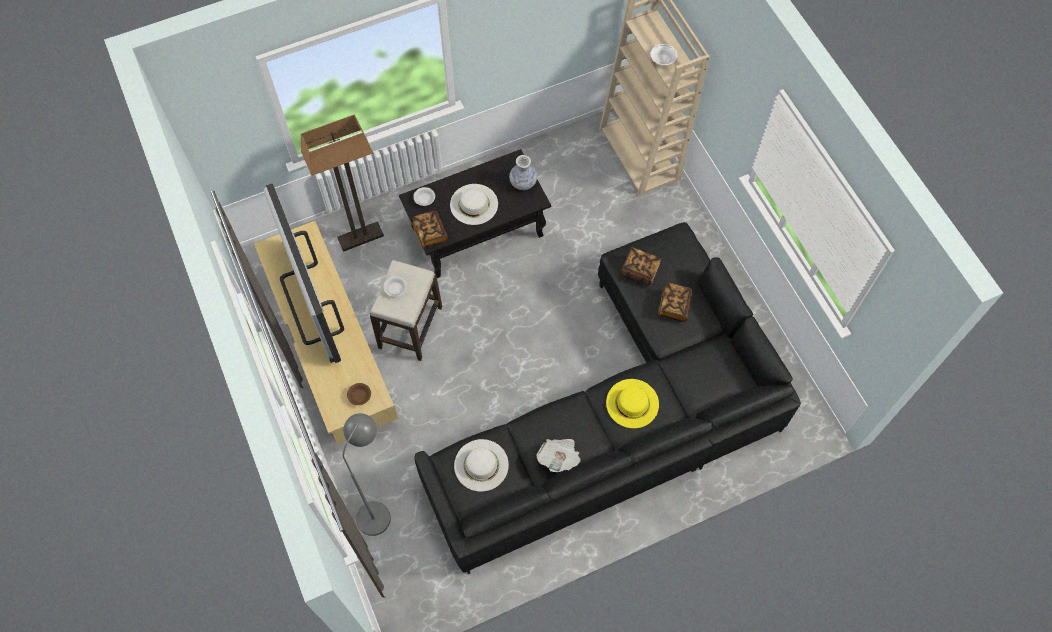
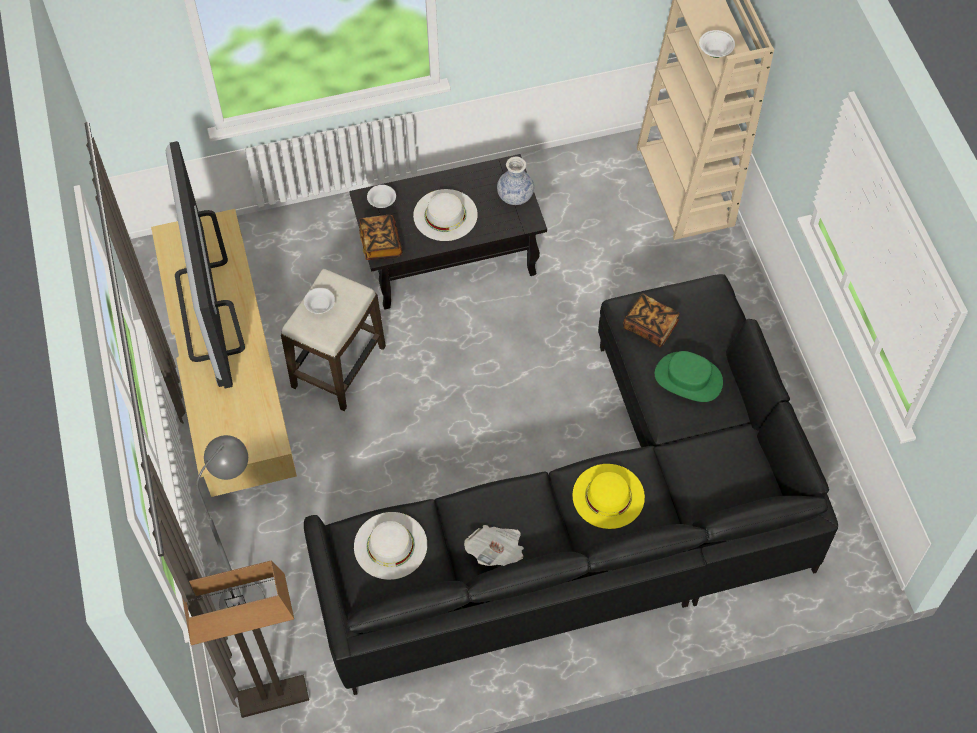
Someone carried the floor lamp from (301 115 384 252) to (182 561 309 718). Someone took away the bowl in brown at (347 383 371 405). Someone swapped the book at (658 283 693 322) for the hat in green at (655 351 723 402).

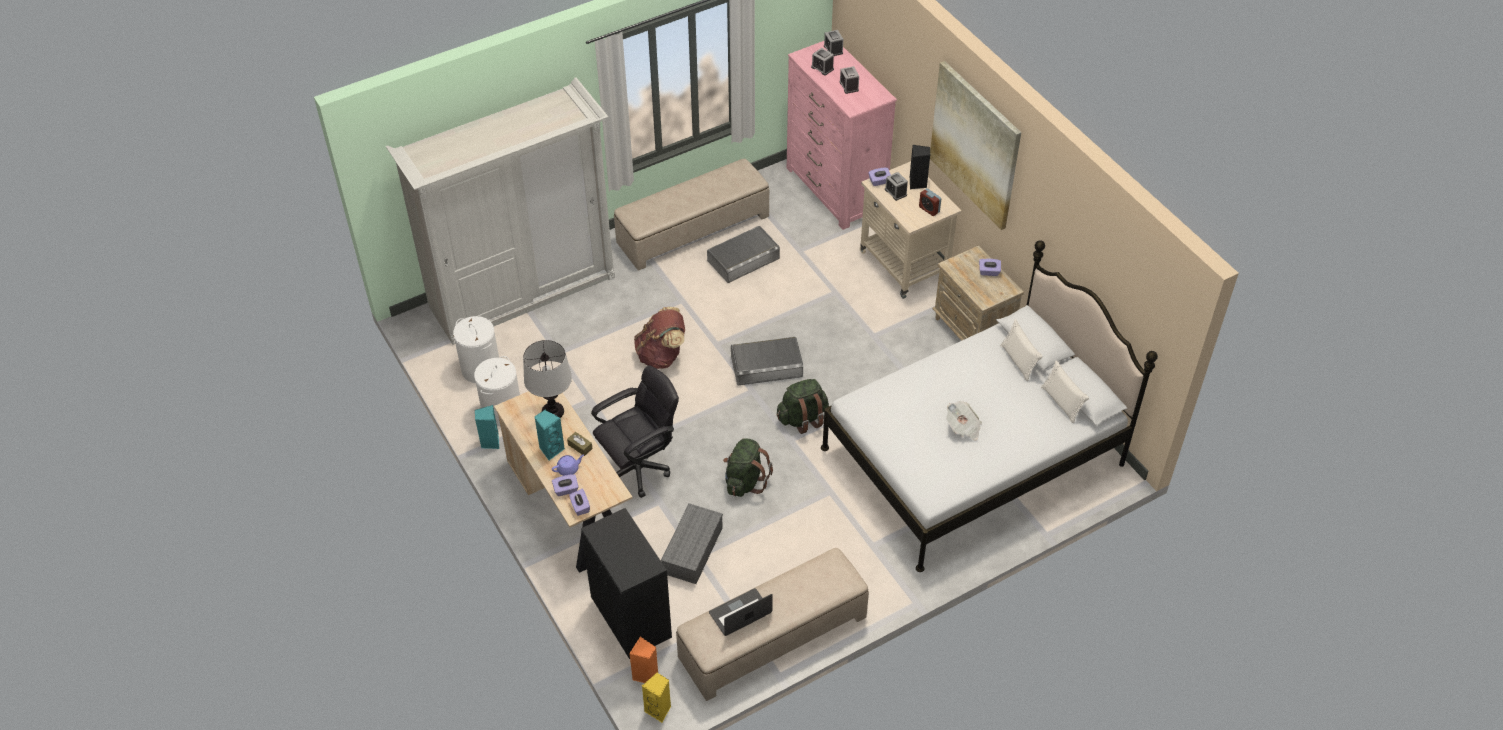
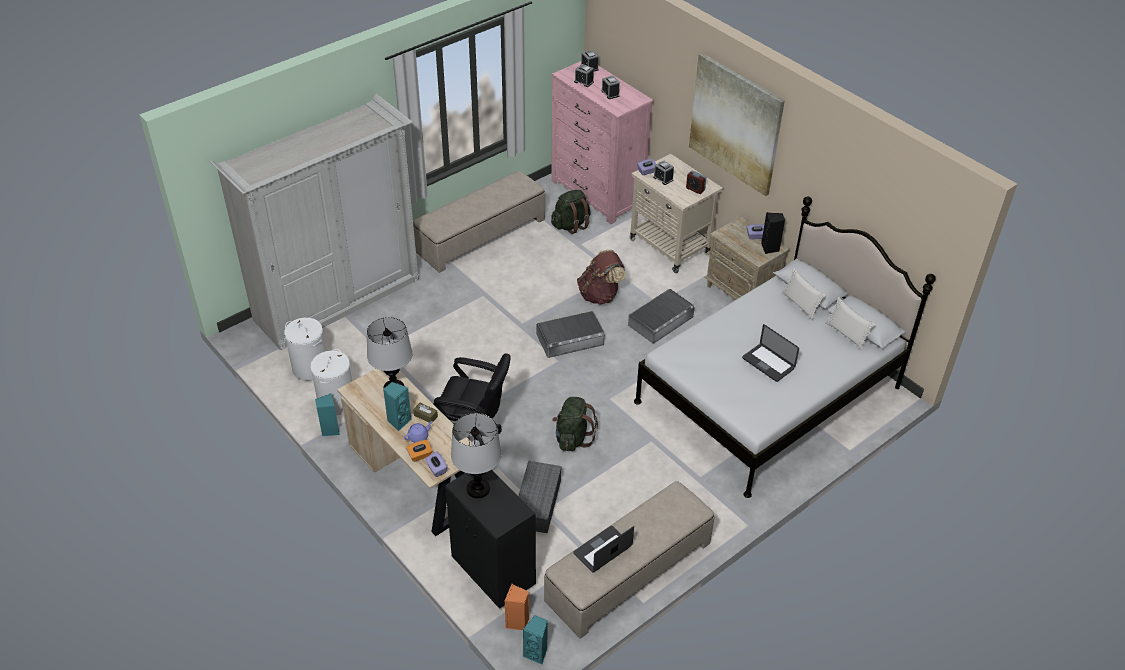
Someone repainted the tissue box in purple at (552 474 578 496), which became the tissue box in orange at (406 440 433 462). Someone rotated the office chair in black at (591 365 679 498) by 60 degrees clockwise. Someone carried the backpack in brown from (634 307 685 369) to (577 250 626 304). Someone repainted the speaker in yellow at (642 673 671 722), which became the speaker in turquoise at (523 615 548 665). Someone carried the storage box in grey from (707 226 780 283) to (628 289 695 344). Someone carried the backpack in green from (777 379 829 434) to (551 190 591 234). Someone carried the speaker in black from (910 145 930 189) to (761 212 785 254). Someone swapped the newspaper at (946 401 982 440) for the laptop at (742 324 799 382). Someone put down the table lamp at (451 413 502 498).

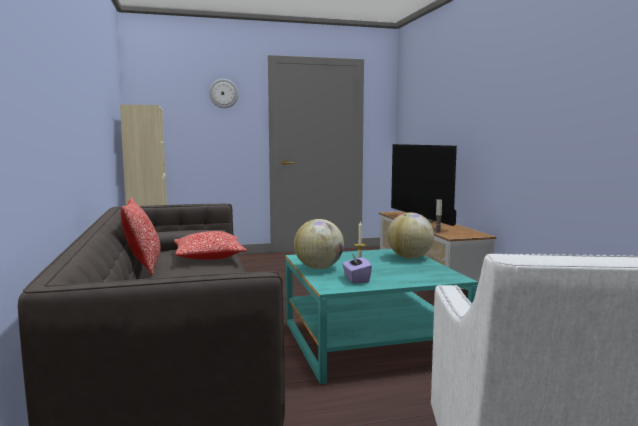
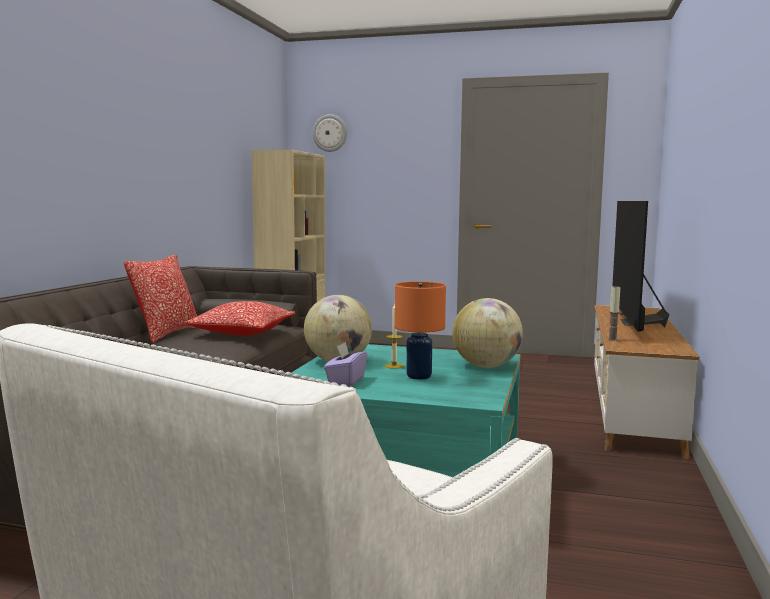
Someone carried the wall clock from (209 79 238 108) to (313 114 347 152). Someone put down the table lamp in orange at (395 281 446 380).

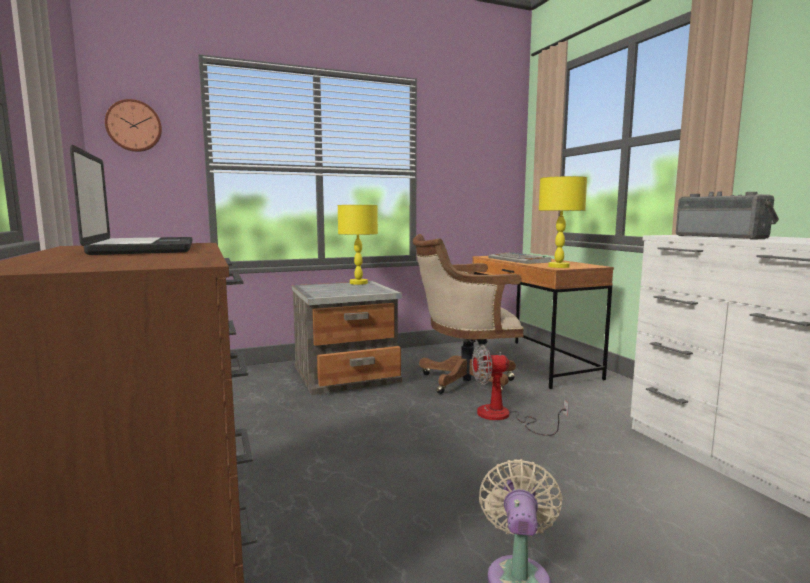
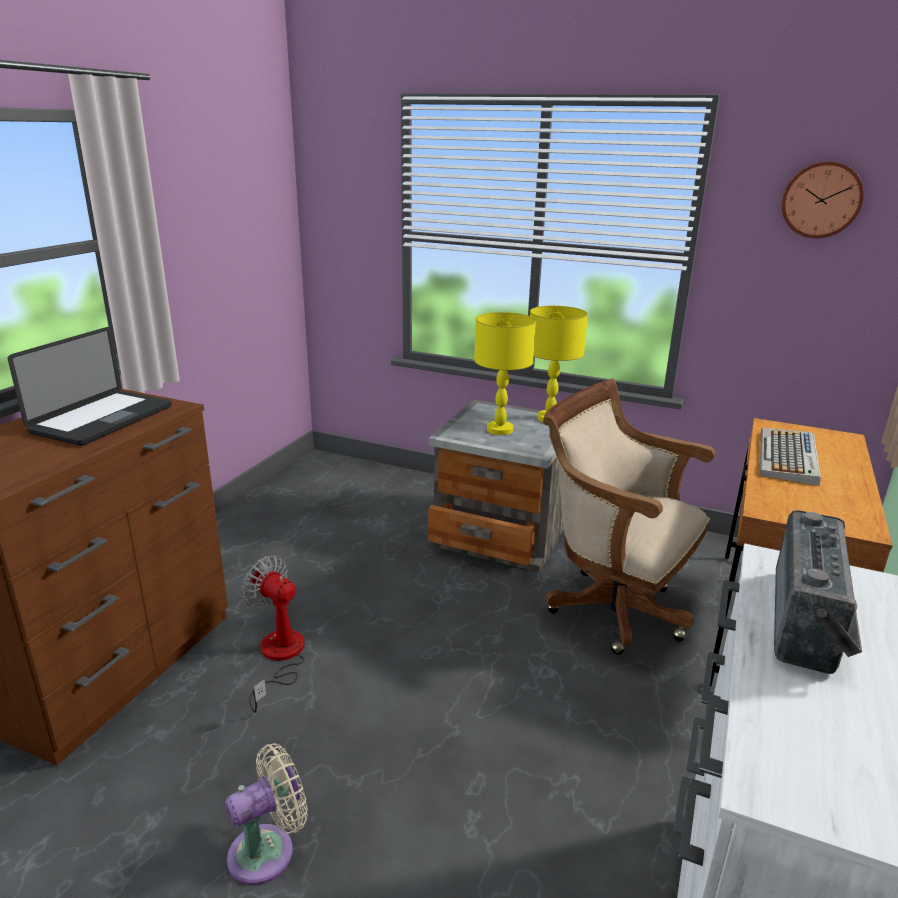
Someone carried the wall clock from (105 99 162 152) to (782 161 864 238). Someone carried the fan from (472 344 569 436) to (242 555 305 713). Someone carried the table lamp in yellow from (539 176 587 268) to (474 312 536 435).

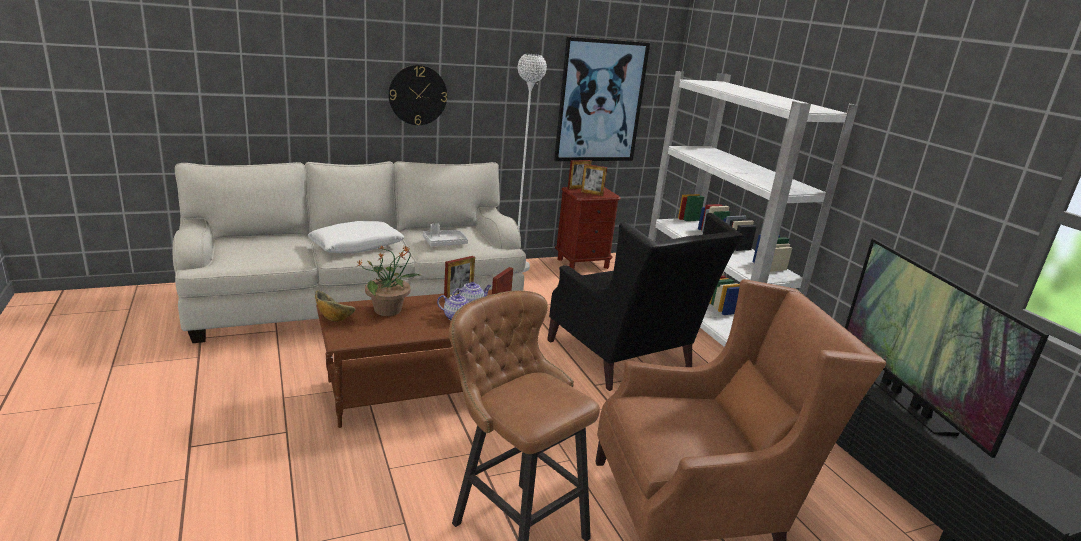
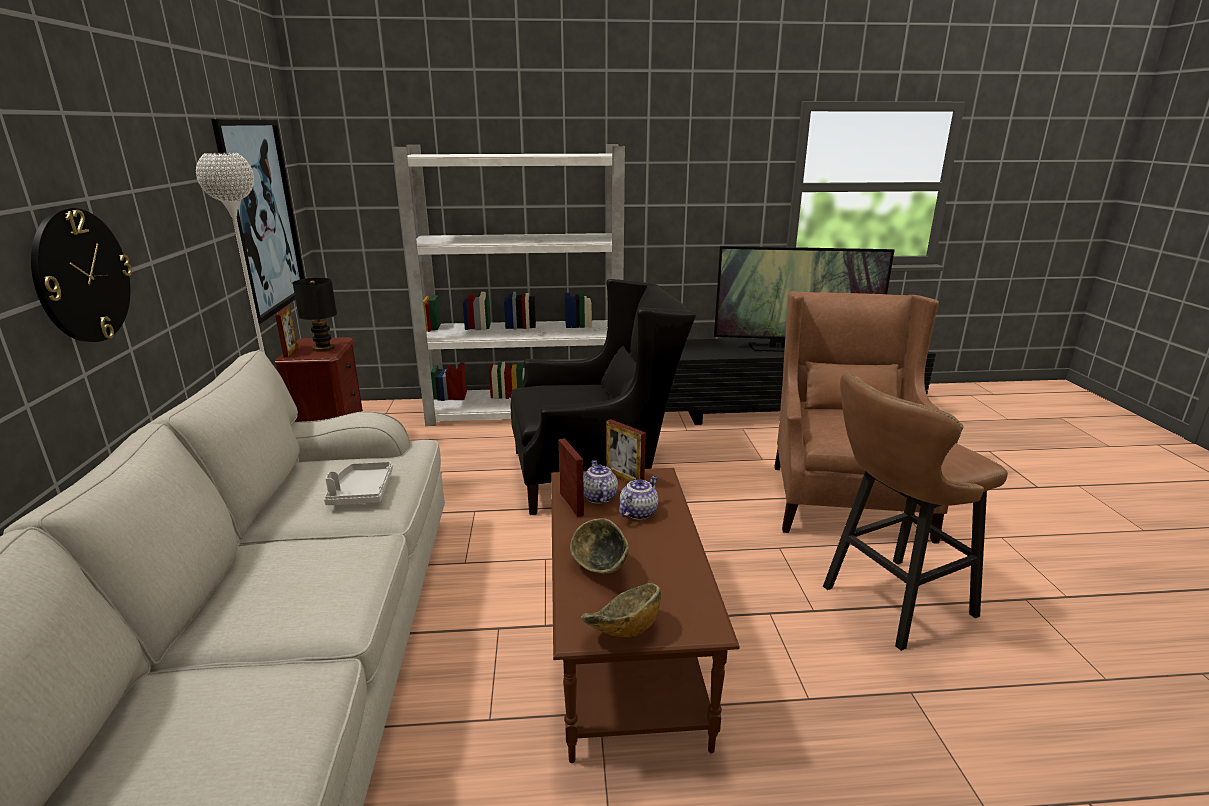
Someone took away the pillow in white at (308 221 405 254). Someone swapped the potted plant at (356 245 422 316) for the bowl at (570 518 629 574). Someone swapped the picture frame at (581 164 607 196) for the table lamp in black at (293 278 337 352).

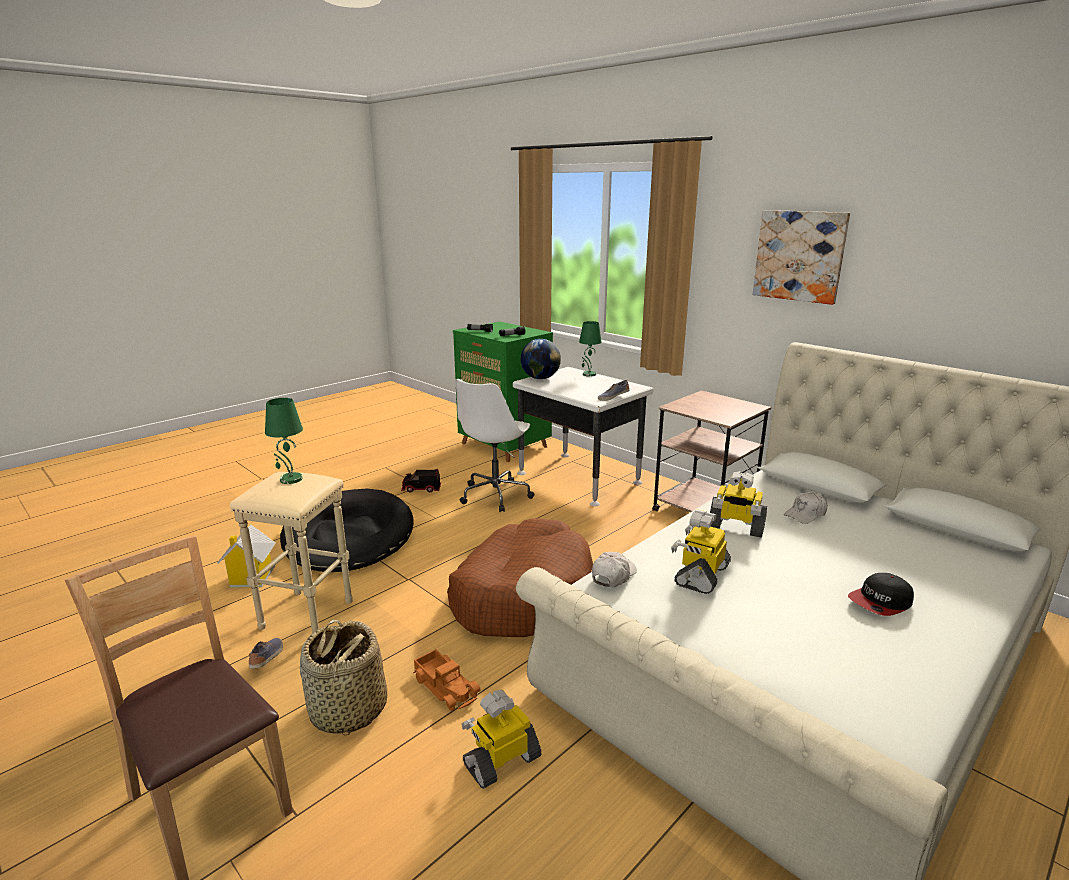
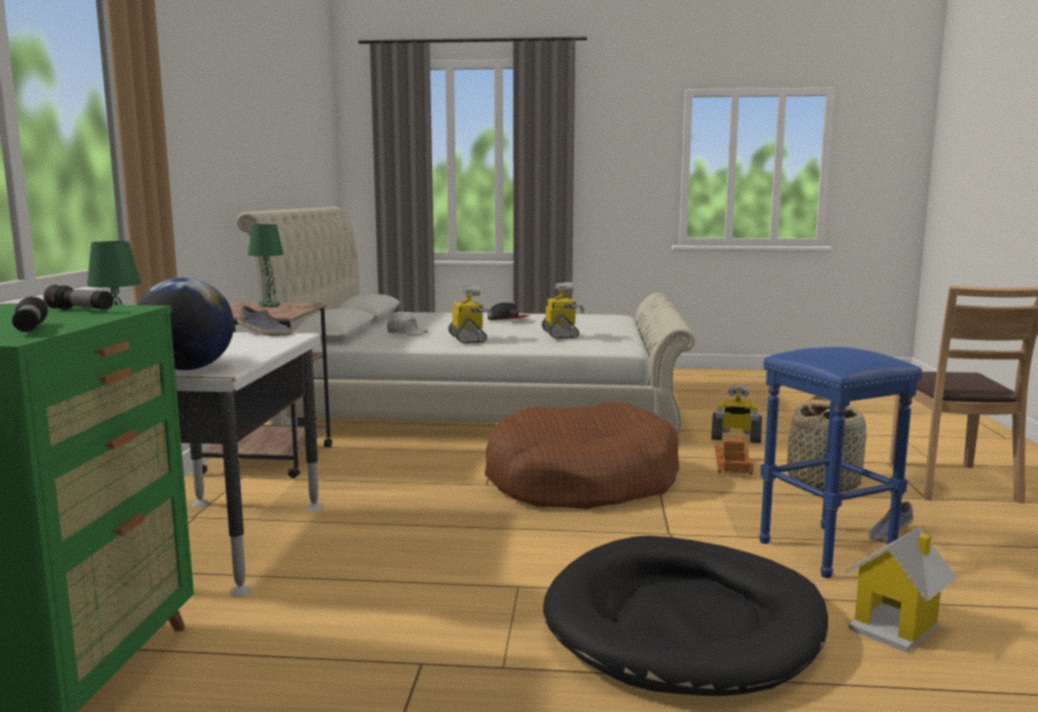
Someone repainted the stool in beige at (230 472 353 634), which became the stool in blue at (759 347 922 578). Someone carried the table lamp in green from (265 398 303 484) to (248 224 284 307). Someone took away the toy truck at (401 469 441 493). Someone took away the office chair in white at (455 379 534 512). Someone took away the cap in white at (592 552 637 587). Someone rotated the toy robot at (671 509 731 594) by 90 degrees counterclockwise. Someone took away the picture at (753 210 850 305).

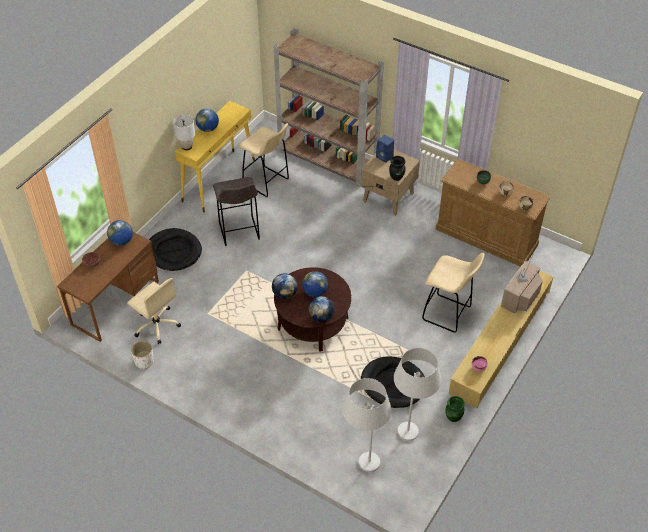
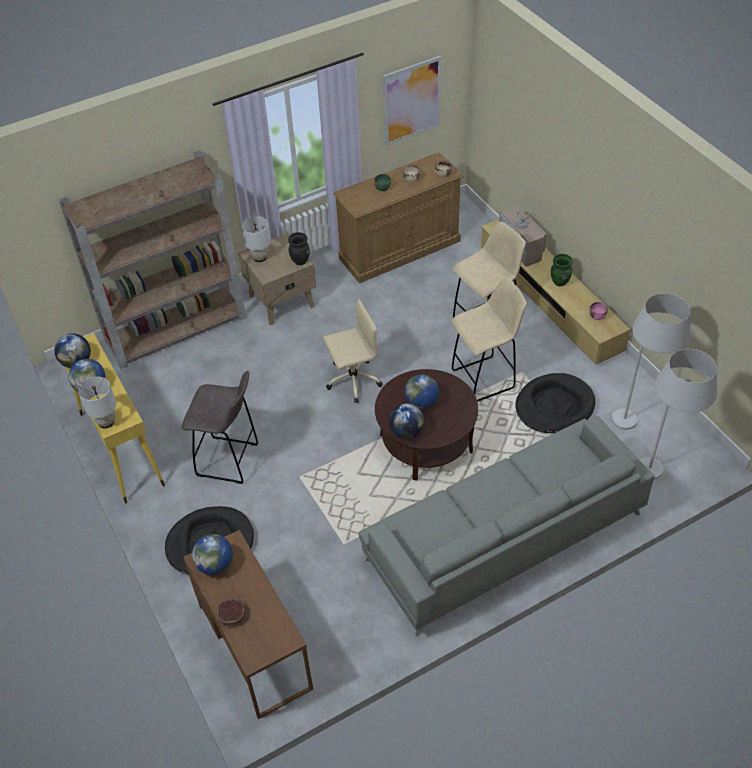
Someone carried the office chair in beige from (127 278 181 344) to (323 299 382 403). Someone took away the planter in white at (131 341 154 369). Someone carried the stool in beige from (238 123 289 198) to (452 277 527 402). Someone carried the globe from (309 296 335 323) to (54 333 91 368). Someone swapped the speaker in blue at (376 135 394 163) for the table lamp in white at (242 216 271 262). Someone carried the vase in green from (445 396 465 422) to (551 254 573 286). Someone put down the sofa in grey at (359 416 655 637). Someone put up the picture at (382 56 441 146).

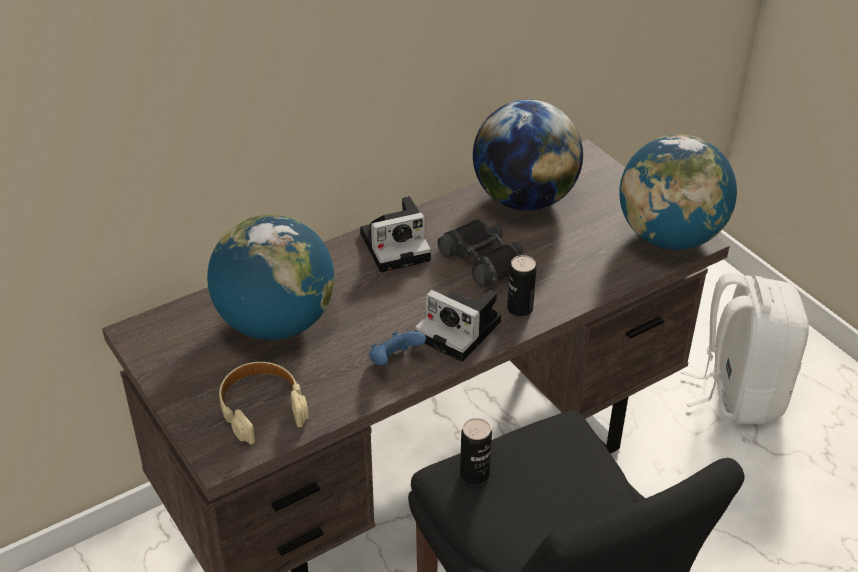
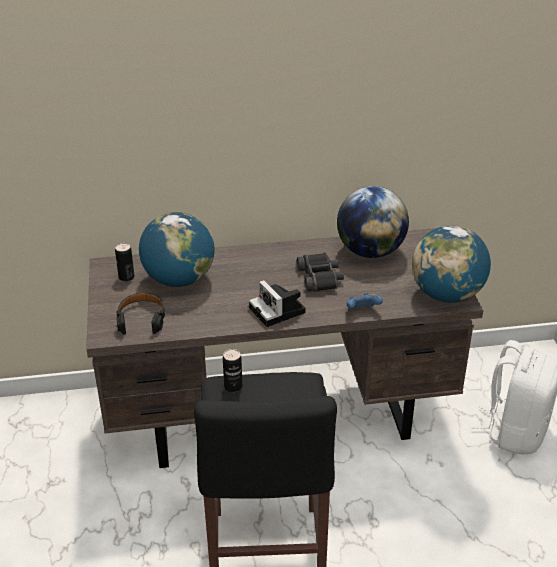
Someone repainted the headphones in beige at (219 362 309 444), which became the headphones in black at (116 293 165 335). Someone took away the photo camera at (360 196 431 272). Someone carried the game controller in blue from (369 331 426 365) to (347 293 383 310). Someone carried the can from (507 255 537 317) to (115 243 135 281).

